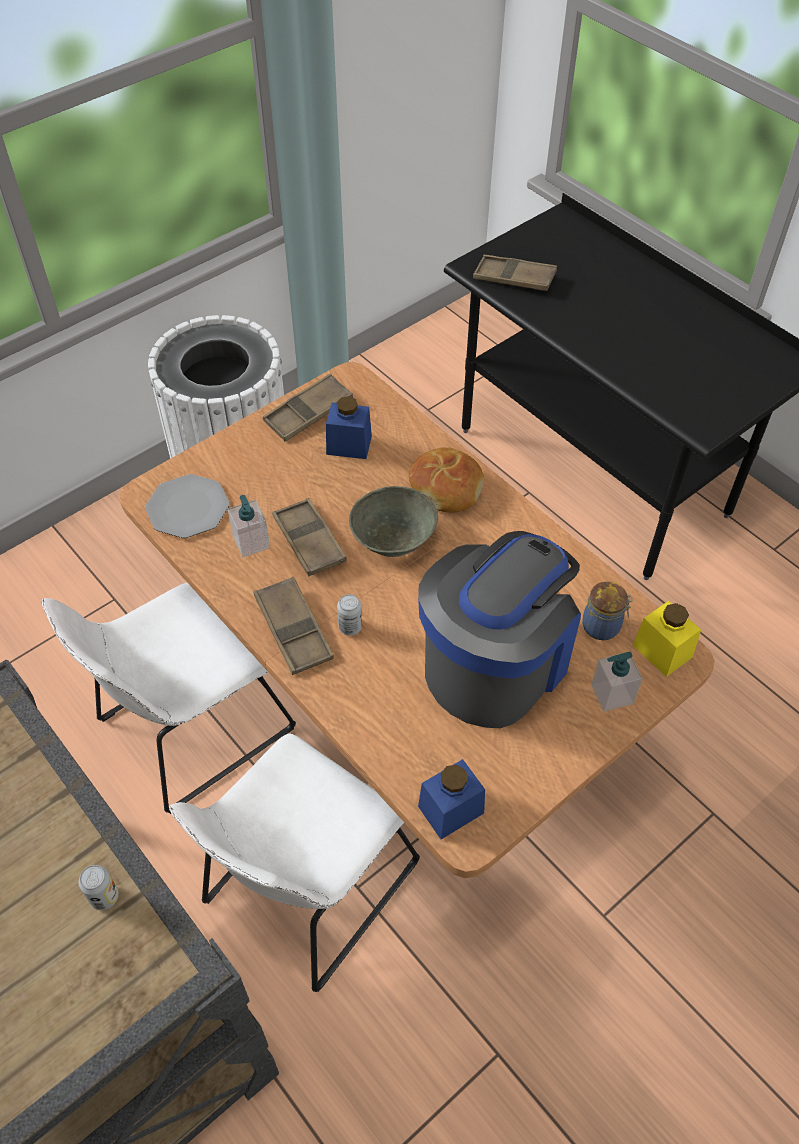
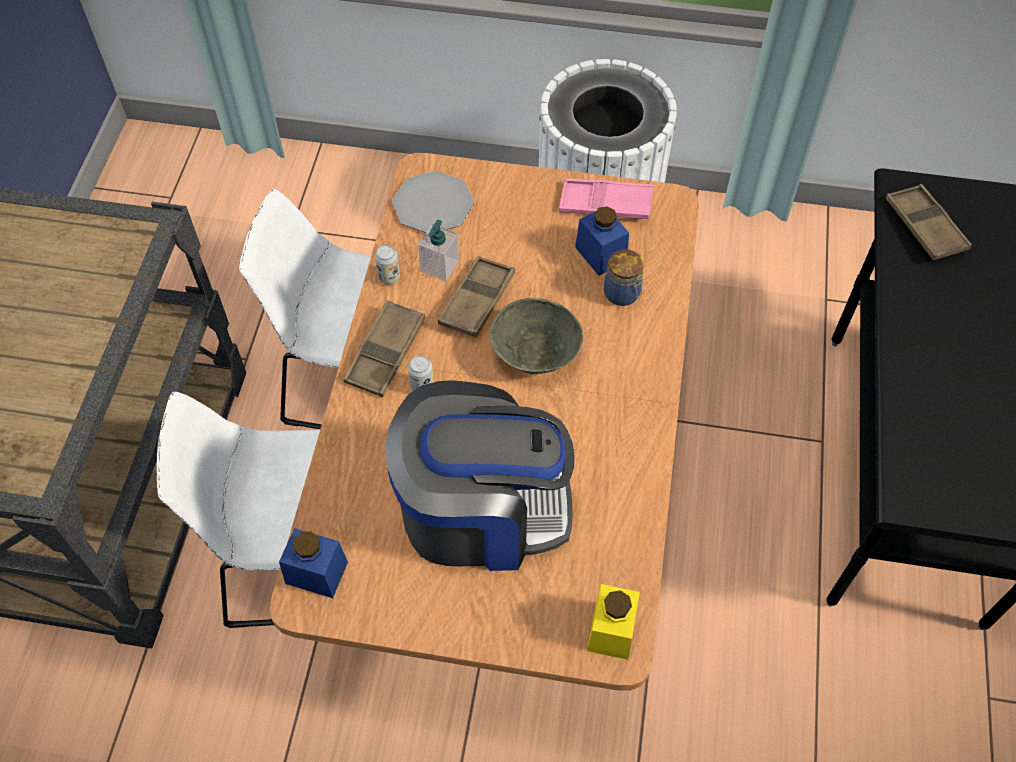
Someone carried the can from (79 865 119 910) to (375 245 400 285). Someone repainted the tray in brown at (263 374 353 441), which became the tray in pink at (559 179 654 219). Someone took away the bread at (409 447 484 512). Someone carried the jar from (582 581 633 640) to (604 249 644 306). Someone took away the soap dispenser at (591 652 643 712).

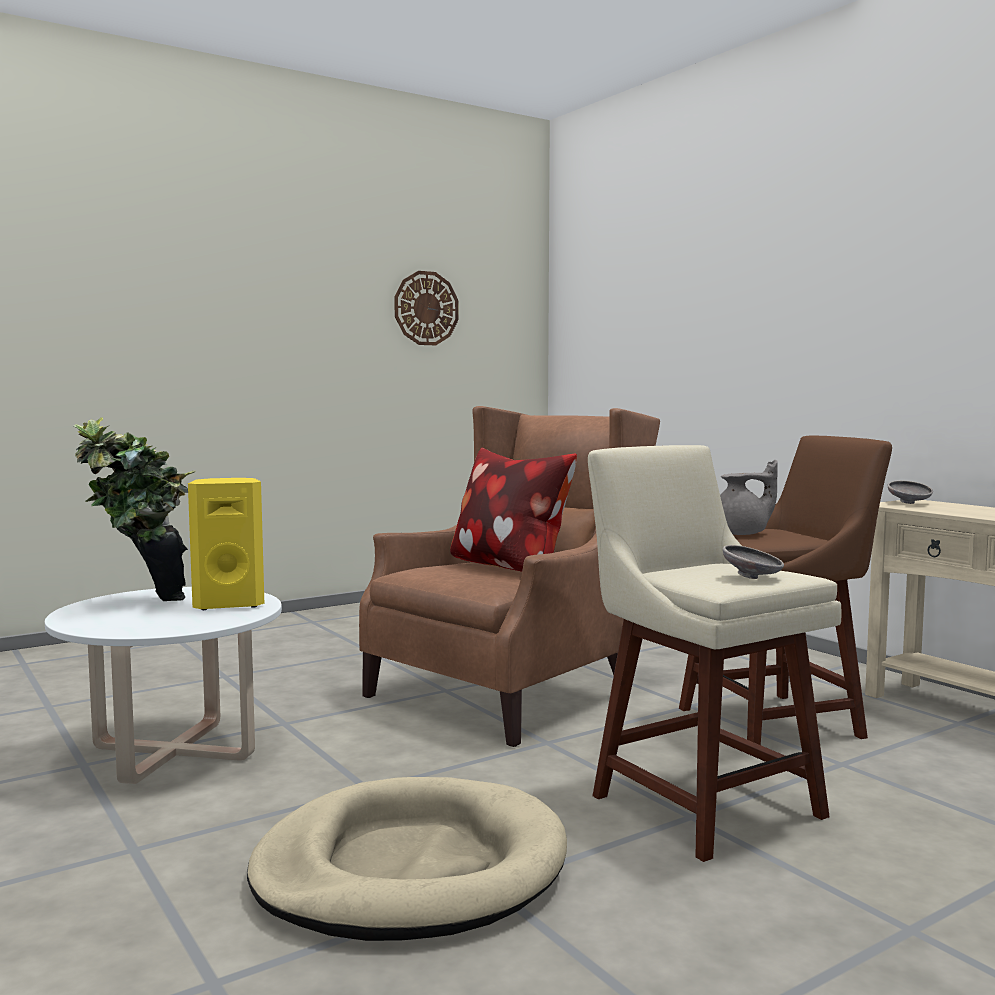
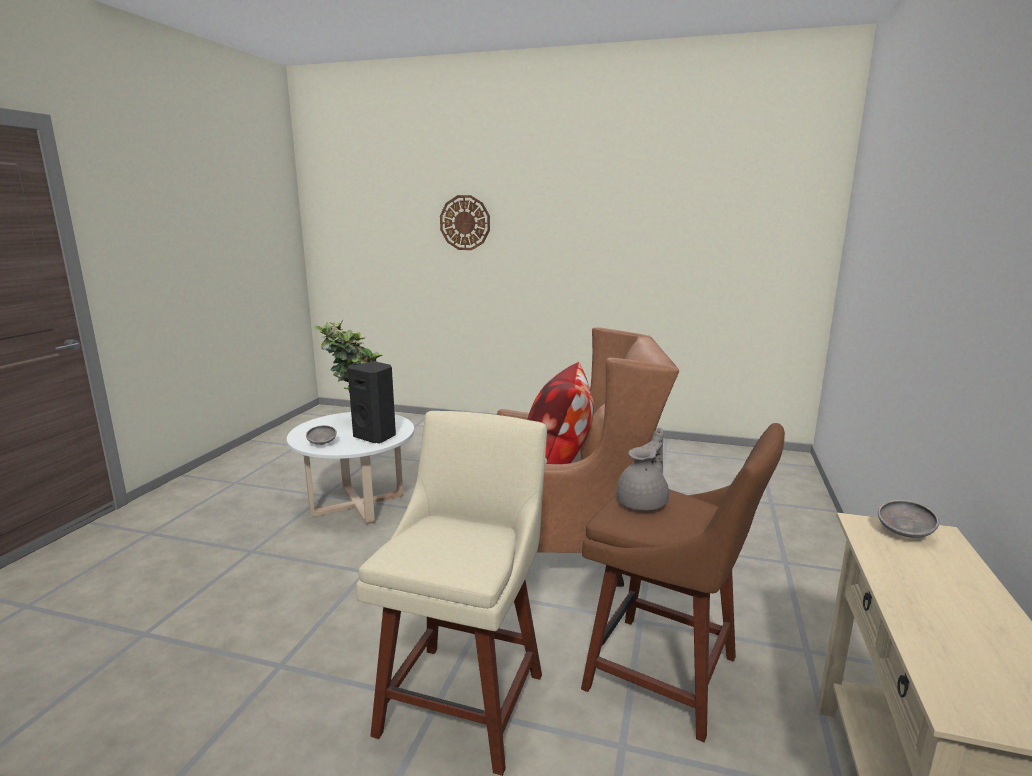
Someone repainted the speaker in yellow at (188 478 264 610), which became the speaker in black at (348 362 396 443). Someone took away the dog bed in beige at (247 777 567 941). Someone carried the wall clock from (394 271 459 345) to (440 195 490 250). Someone rotated the teapot in grey at (720 460 778 535) by 90 degrees counterclockwise. Someone carried the bowl in grey from (723 545 784 579) to (306 425 337 445).

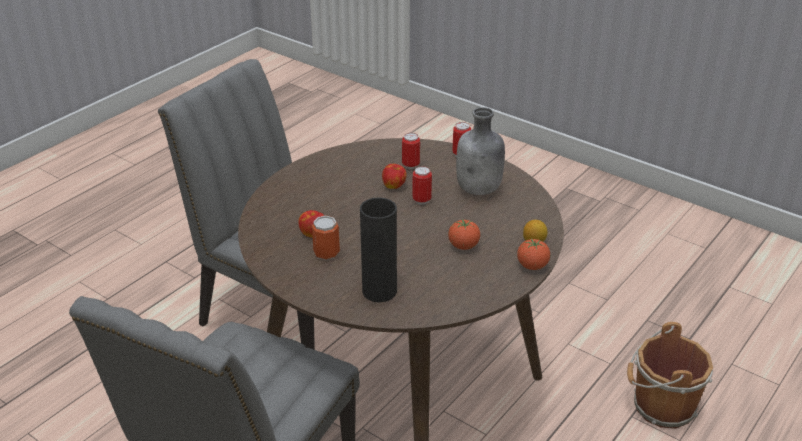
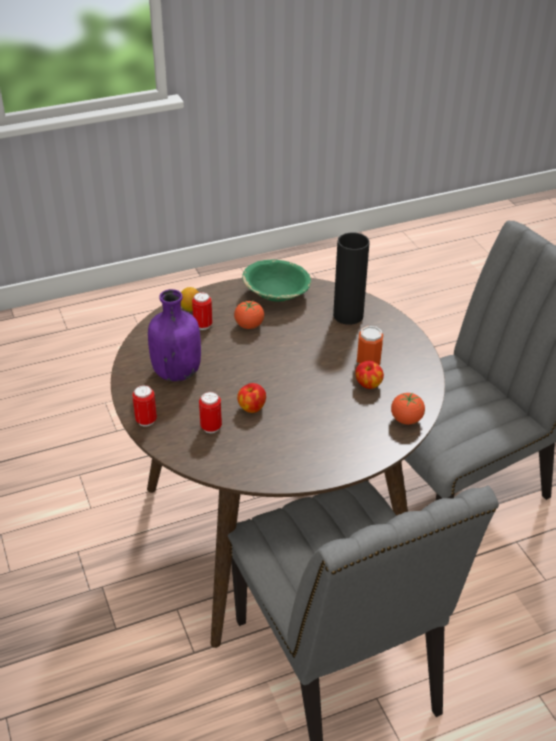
Someone carried the can from (412 166 432 205) to (192 292 213 330). Someone repainted the bottle in grey at (456 107 505 195), which became the bottle in purple at (148 289 201 381). Someone carried the tomato from (517 239 550 270) to (391 392 425 425). Someone took away the bucket in brown at (627 322 713 428). Someone put down the bowl in green at (242 260 311 302).

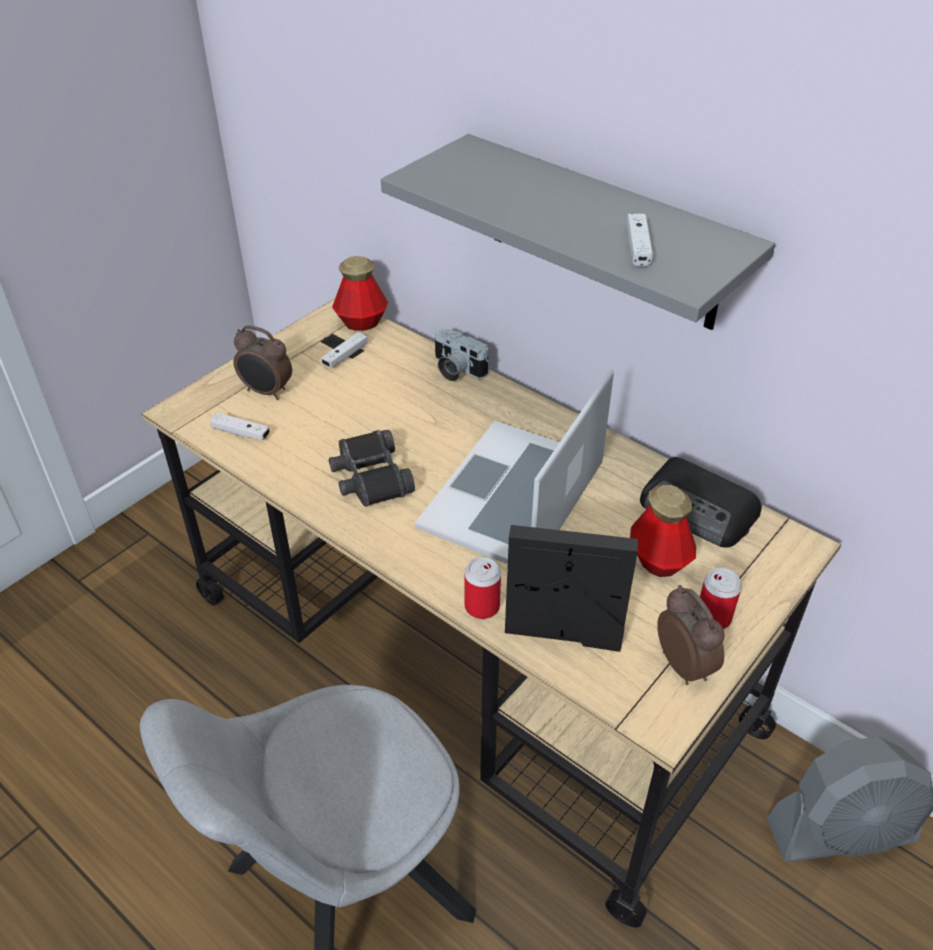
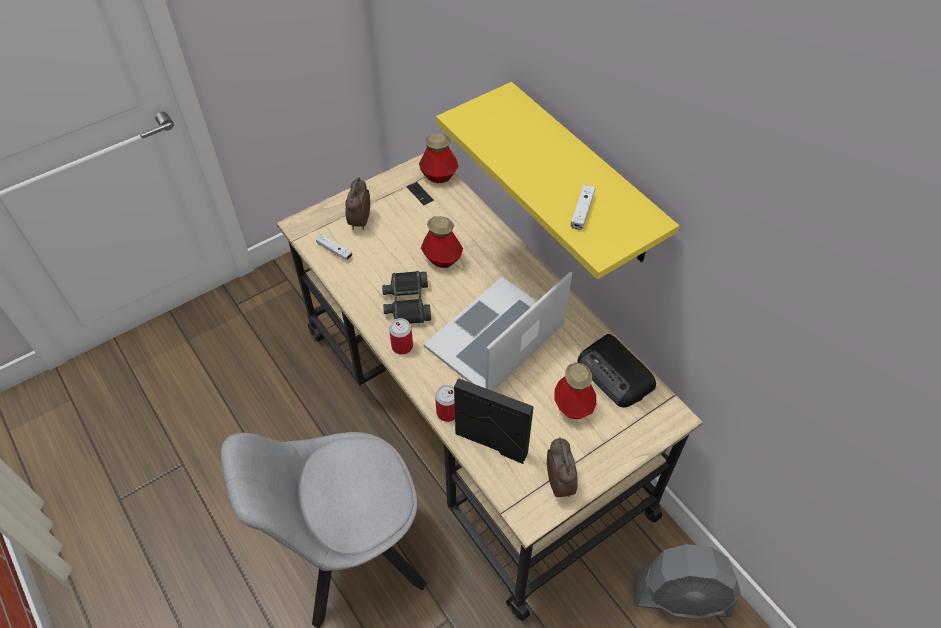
Someone rotated the alarm clock at (233 325 292 400) by 60 degrees clockwise. Someone took away the game controller in white at (321 332 368 368). Someone repainted the shelf in grey at (381 134 775 330), which became the shelf in yellow at (436 82 679 279). Someone took away the photo camera at (435 327 488 381). Someone carried the can from (700 568 742 629) to (389 318 413 355). Someone put down the bottle at (421 216 463 268).

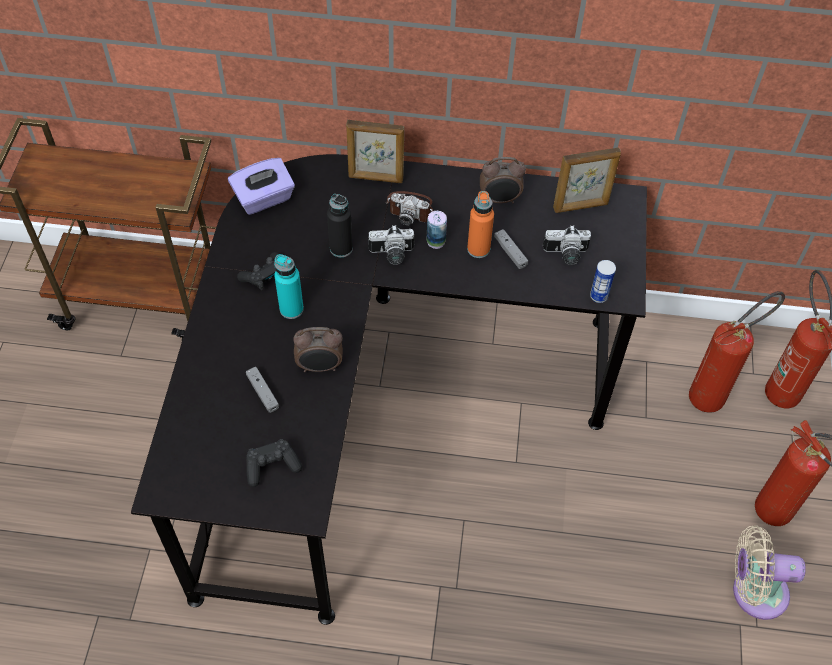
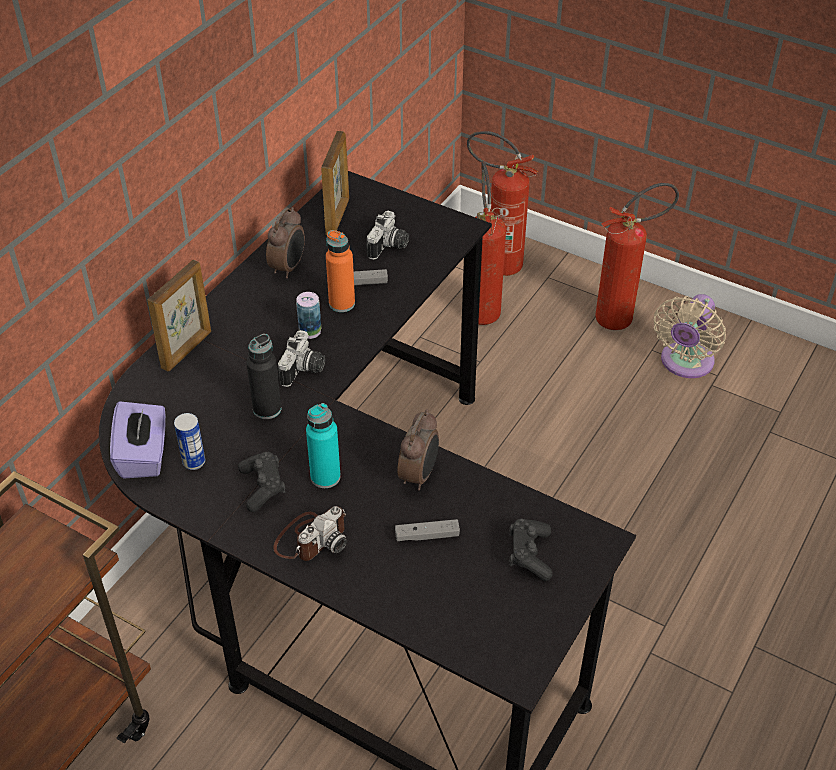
Someone carried the photo camera from (386 191 433 226) to (273 506 347 561). Someone carried the can from (590 260 616 303) to (174 413 205 470).

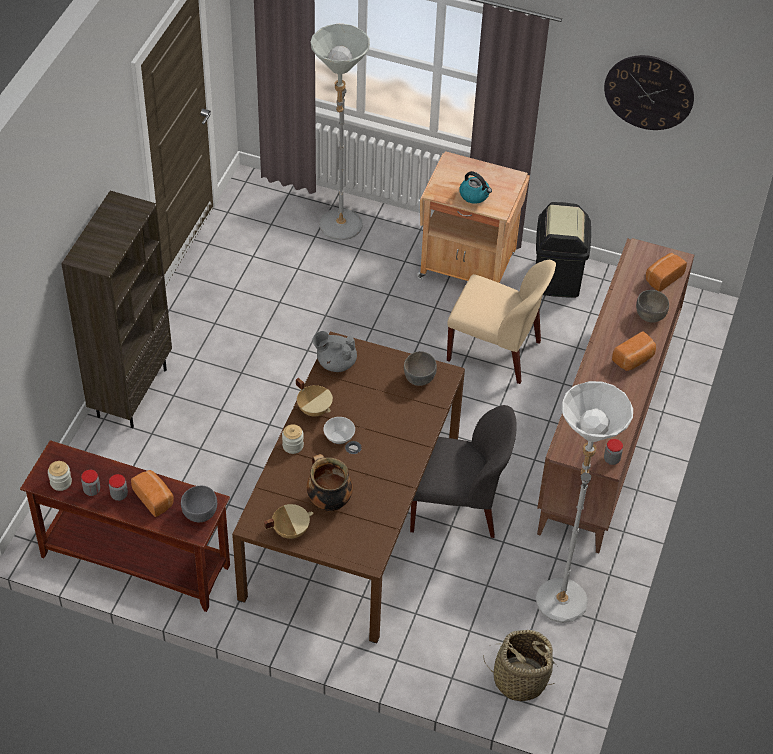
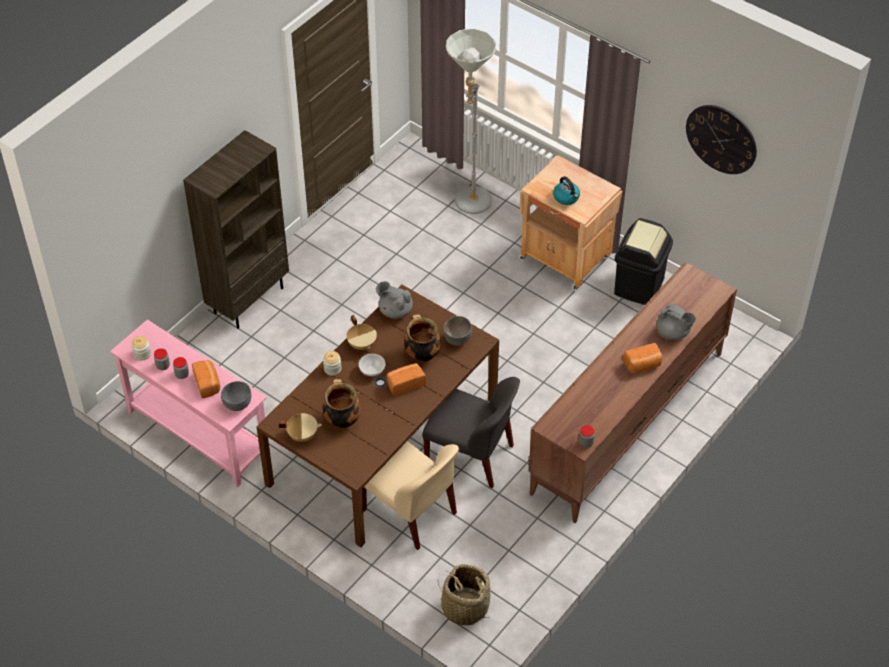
Someone repainted the console table in brown at (20 440 230 612), which became the console table in pink at (110 319 271 488). Someone carried the chair in beige from (447 260 556 384) to (362 441 459 550). Someone took away the floor lamp in white at (536 381 633 623). Someone swapped the bowl in grey at (636 290 669 323) for the teapot in grey at (657 303 696 340). Someone carried the bread from (646 253 687 292) to (387 363 426 396). Someone put down the cooking pot at (404 314 441 362).

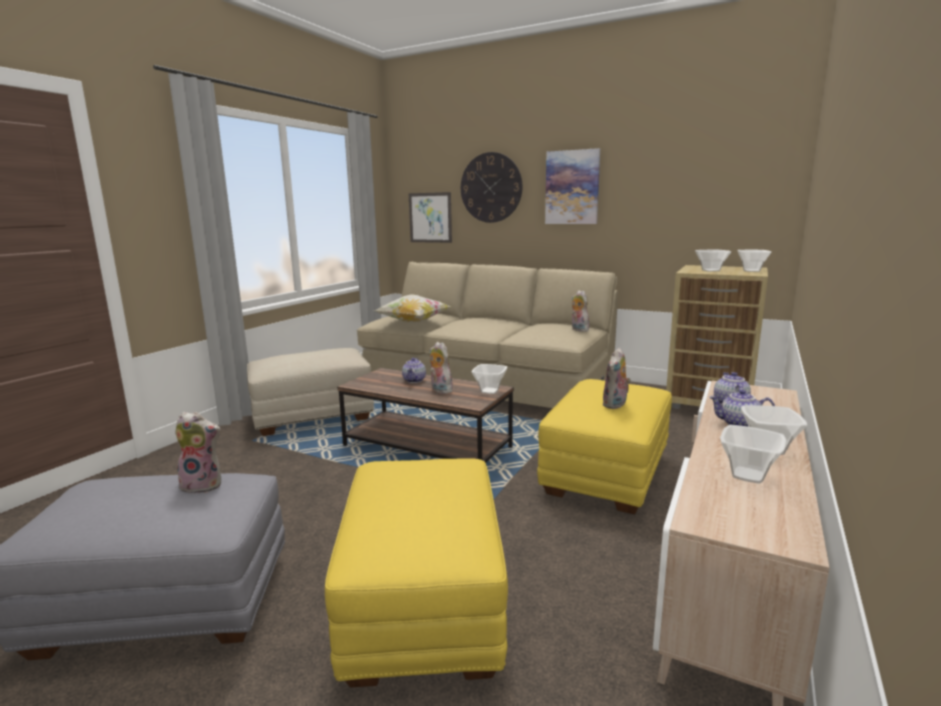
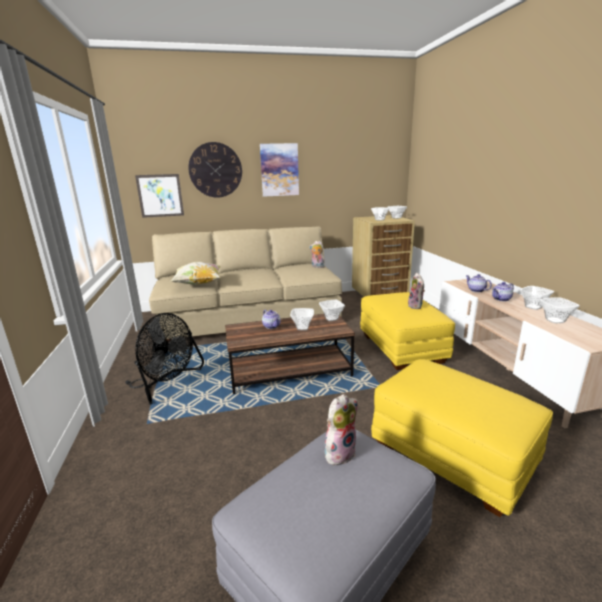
Someone swapped the ottoman in beige at (247 348 374 436) for the fan in black at (125 313 204 405). Someone swapped the plush toy at (430 342 453 394) for the bowl at (290 308 314 330).

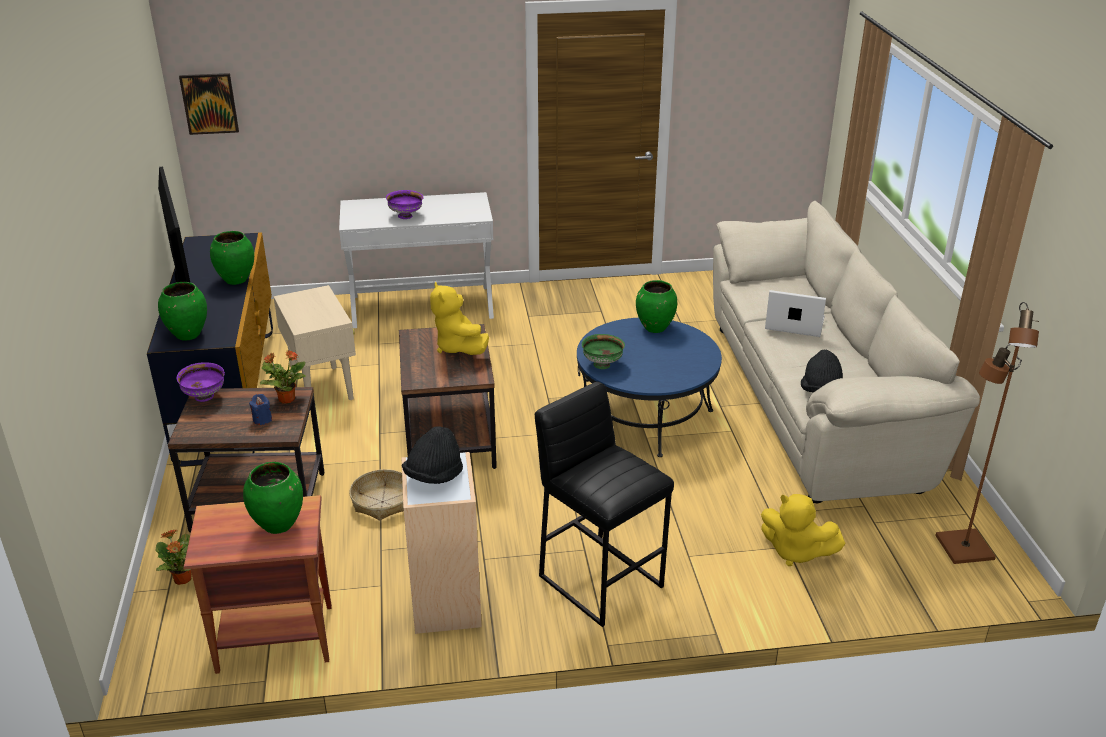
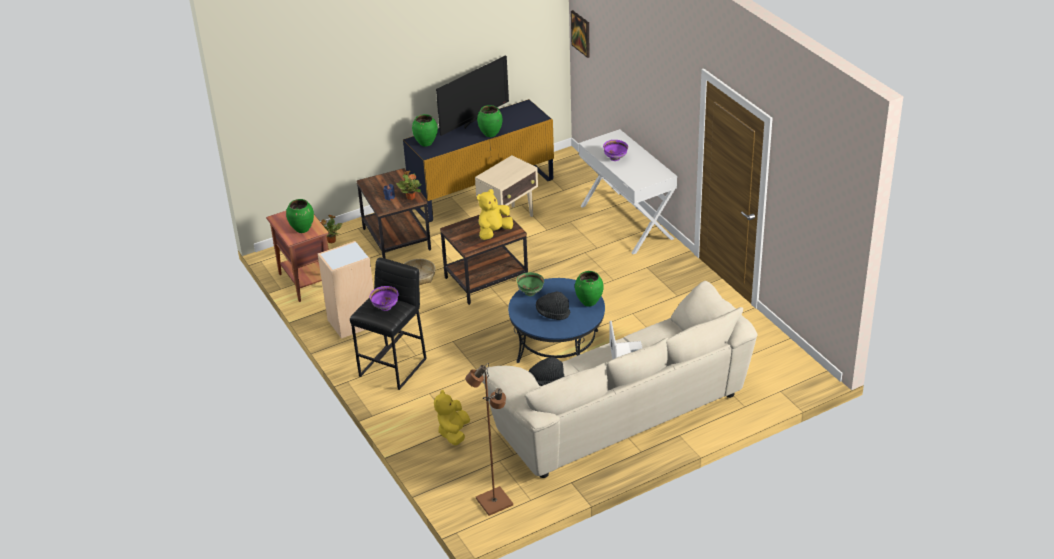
Someone carried the bowl in purple from (177 362 225 402) to (370 286 398 311). Someone carried the hat in black from (402 426 463 484) to (536 291 570 320).

